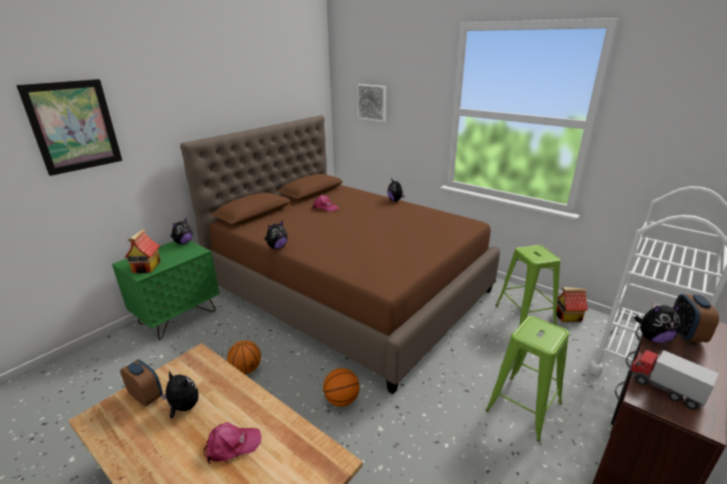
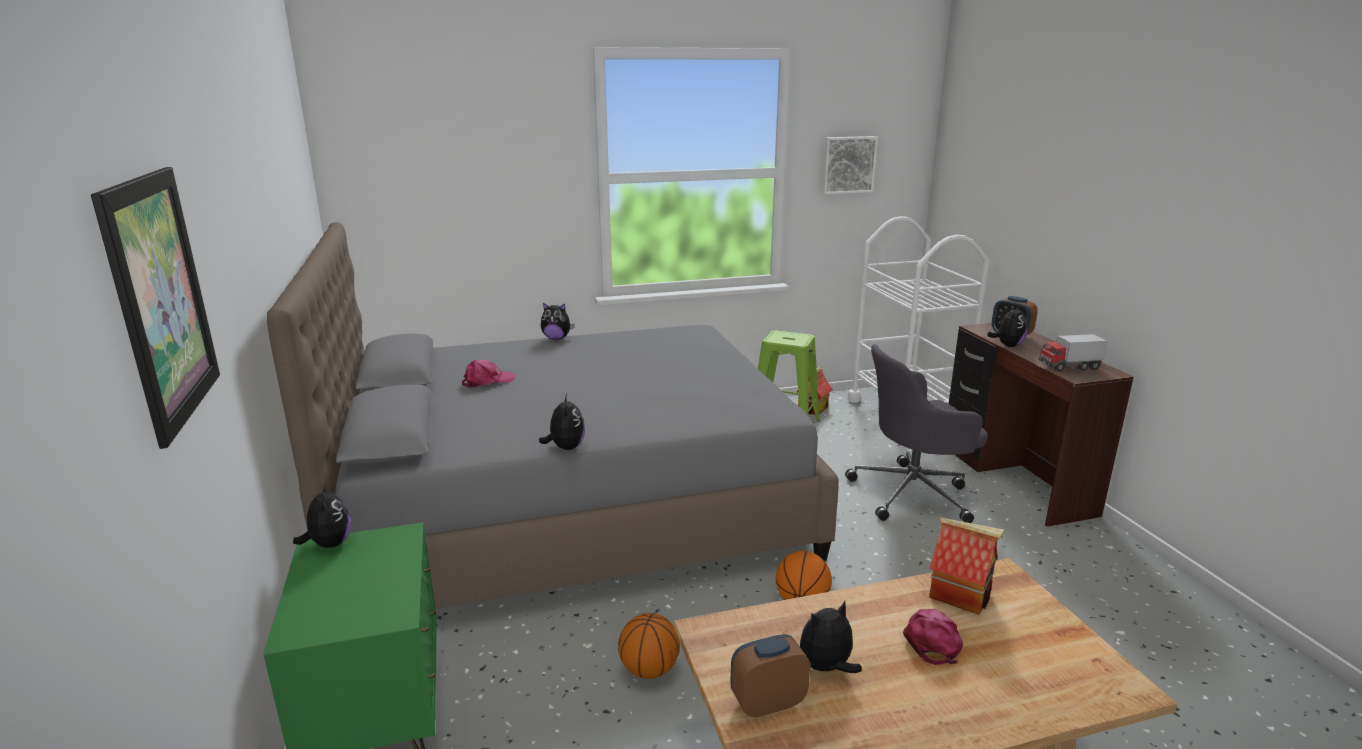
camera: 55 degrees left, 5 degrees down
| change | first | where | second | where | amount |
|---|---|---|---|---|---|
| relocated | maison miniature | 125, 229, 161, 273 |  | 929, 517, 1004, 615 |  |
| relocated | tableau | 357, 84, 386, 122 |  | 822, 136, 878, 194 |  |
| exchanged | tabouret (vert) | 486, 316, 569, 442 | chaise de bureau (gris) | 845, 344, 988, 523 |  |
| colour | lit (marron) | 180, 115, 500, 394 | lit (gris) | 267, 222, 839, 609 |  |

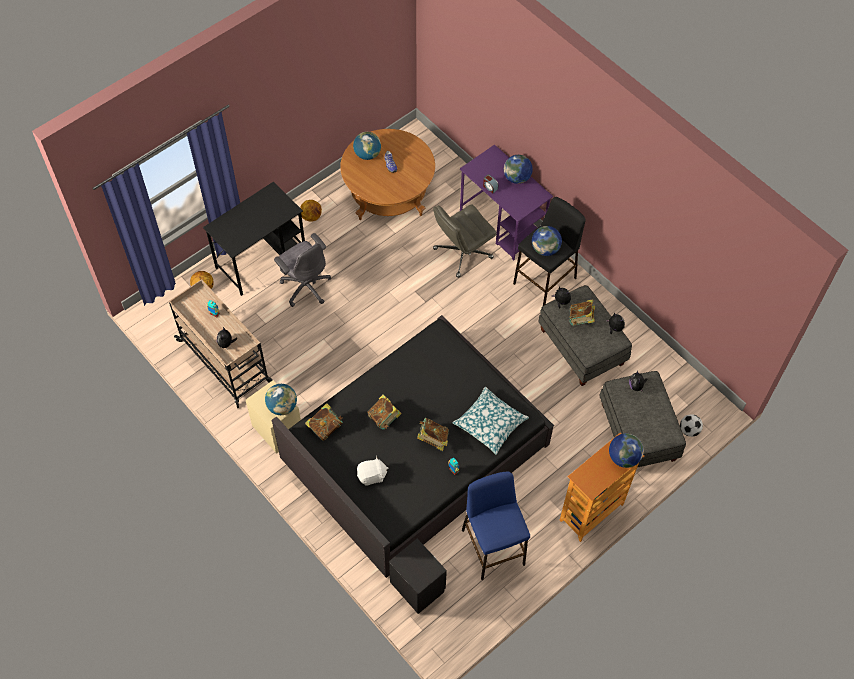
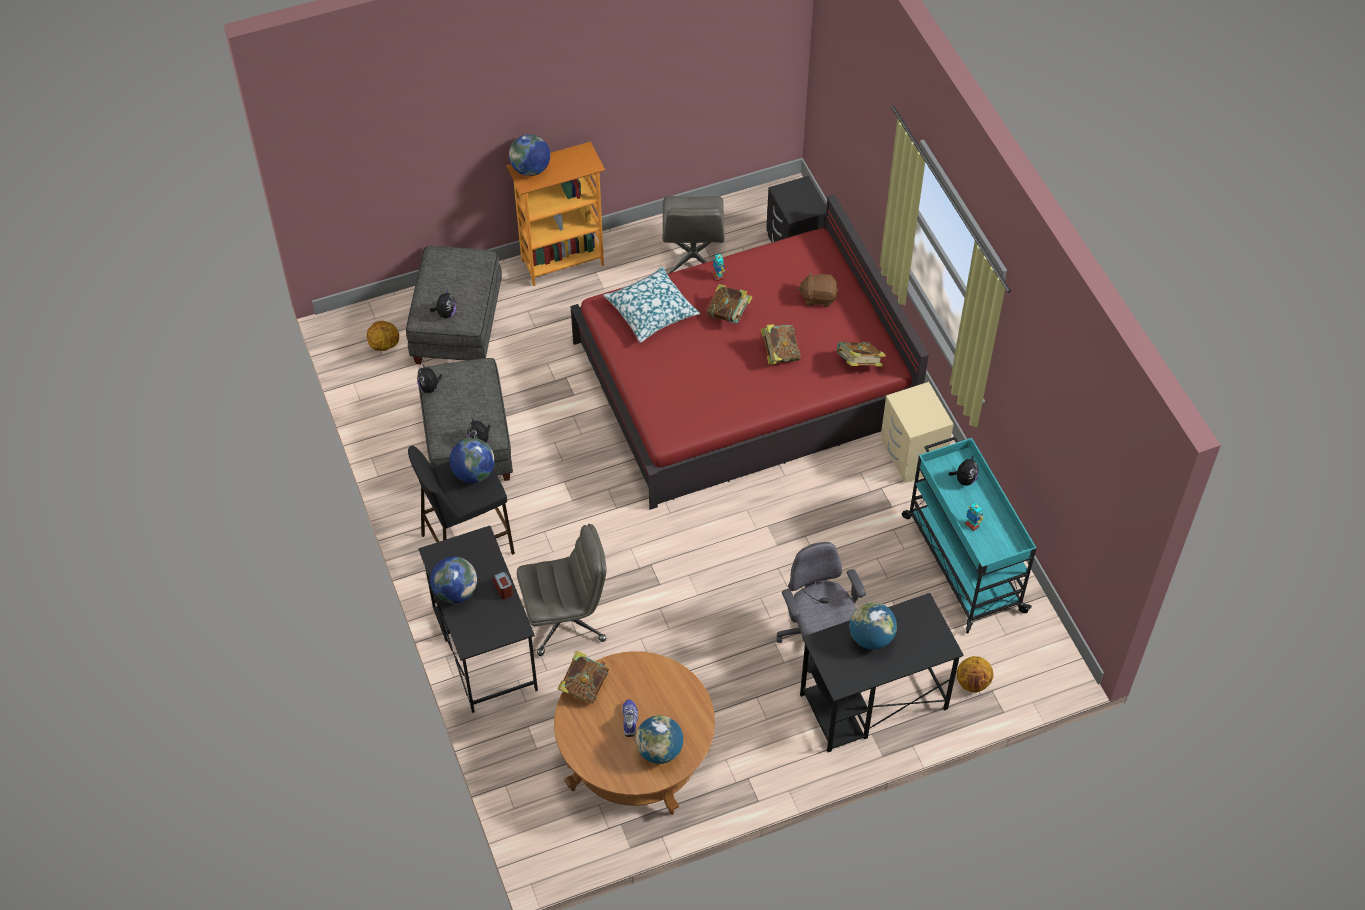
camera: 160 degrees left, 5 degrees down
| change | first | where | second | where | amount |
|---|---|---|---|---|---|
| missing | ballon de foot | 680, 414, 703, 437 |  |  |  |
| relocated | globe | 265, 384, 297, 415 |  | 849, 602, 897, 650 |  |
| relocated | ballon de basket | 300, 200, 322, 222 |  | 367, 321, 399, 351 |  |
| relocated | livre | 569, 299, 595, 326 |  | 557, 651, 609, 704 |  |
| exchanged | tabouret (bleu) | 462, 472, 530, 580 | chaise de bureau (gris) | 662, 196, 725, 274 |  |
| colour | chariot (beige) | 169, 279, 273, 408 | chariot (turquoise) | 902, 437, 1037, 634 |  |
| colour | lit (noir) | 271, 315, 554, 578 | lit (rouge) | 570, 194, 929, 510 |  |
| colour | peluche (blanc) | 357, 456, 388, 486 | peluche (marron) | 798, 271, 839, 307 |  |
| colour | bureau (violet) | 460, 145, 553, 261 | bureau (noir) | 418, 526, 538, 713 |  |

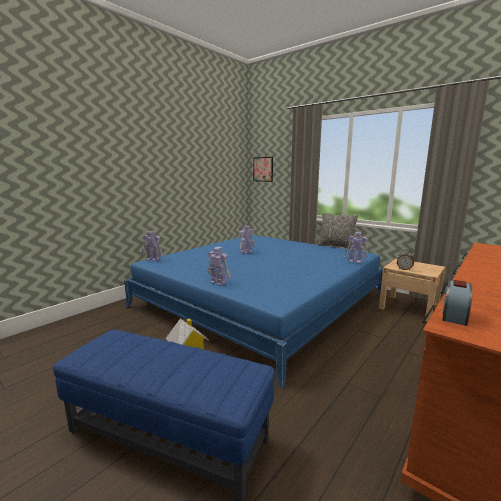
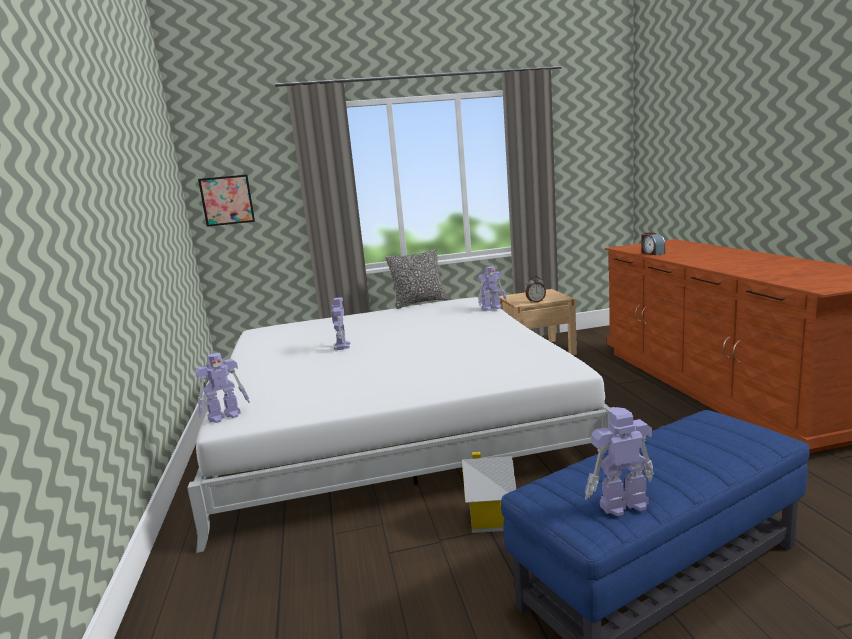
camera: 50 degrees left, 0 degrees up
| change | first | where | second | where | amount |
|---|---|---|---|---|---|
| relocated | robot jouet | 208, 247, 231, 285 |  | 585, 407, 654, 516 |  |
| relocated | réveil | 442, 280, 473, 326 |  | 641, 232, 665, 255 |  |
| colour | lit (bleu) | 124, 235, 383, 388 | lit (blanc) | 187, 297, 615, 553 |  |

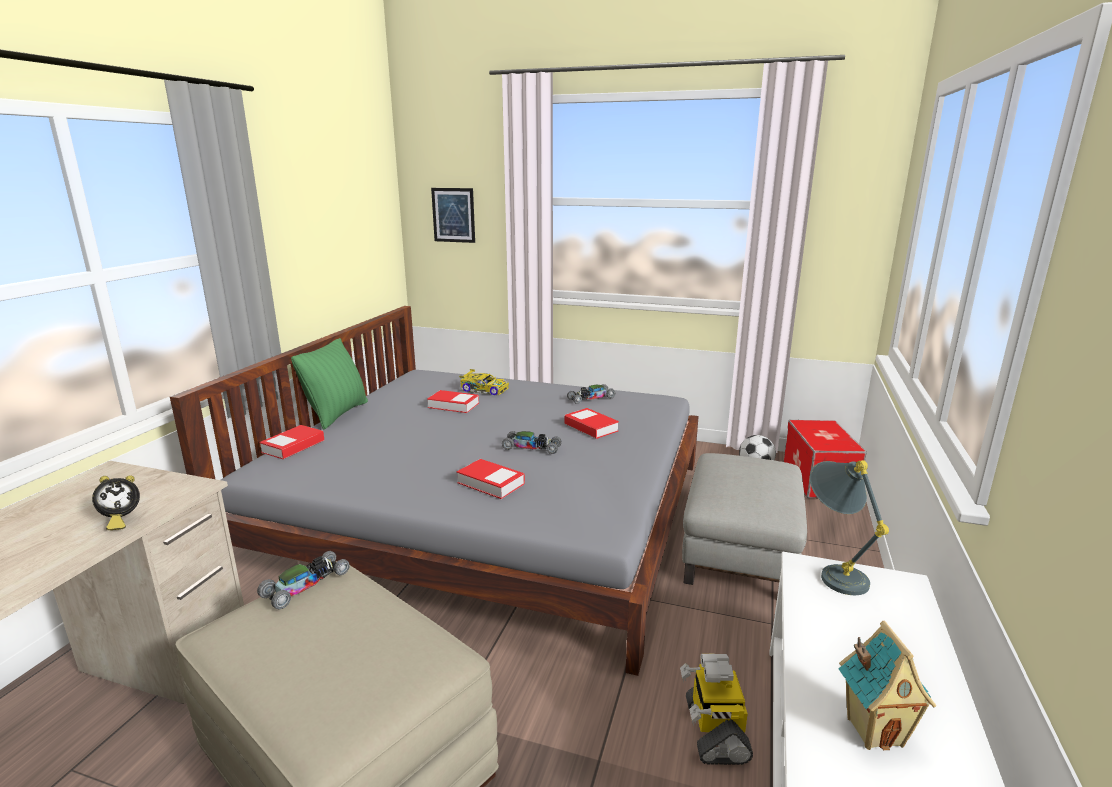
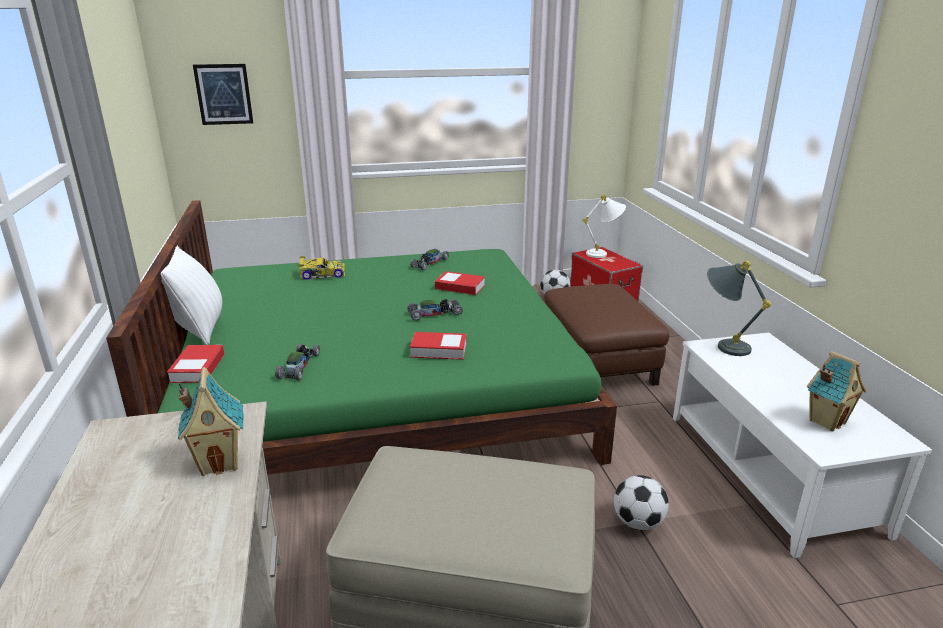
camera: 30 degrees left, 5 degrees up
| change | first | where | second | where | amount |
|---|---|---|---|---|---|
| missing | livre | 427, 390, 479, 413 |  |  |  |
| missing | robot jouet | 680, 654, 753, 765 |  |  |  |
| appeared |  |  | lampe de table (blanc) | 583, 195, 626, 258 |  |
| appeared |  |  | ballon de foot | 614, 475, 669, 530 |  |
| relocated | petite voiture | 257, 551, 350, 609 |  | 275, 344, 320, 381 |  |
| exchanged | réveil | 92, 475, 140, 530 | maison miniature | 178, 367, 244, 476 |  |
| colour | lit (gris) | 170, 306, 699, 676 | lit (vert) | 106, 200, 617, 475 |  |
| colour | coussin (vert) | 291, 338, 368, 430 | coussin (blanc) | 161, 245, 222, 345 |  |
| colour | pouf (gris) | 682, 453, 807, 585 | pouf (marron) | 544, 284, 669, 386 |  |

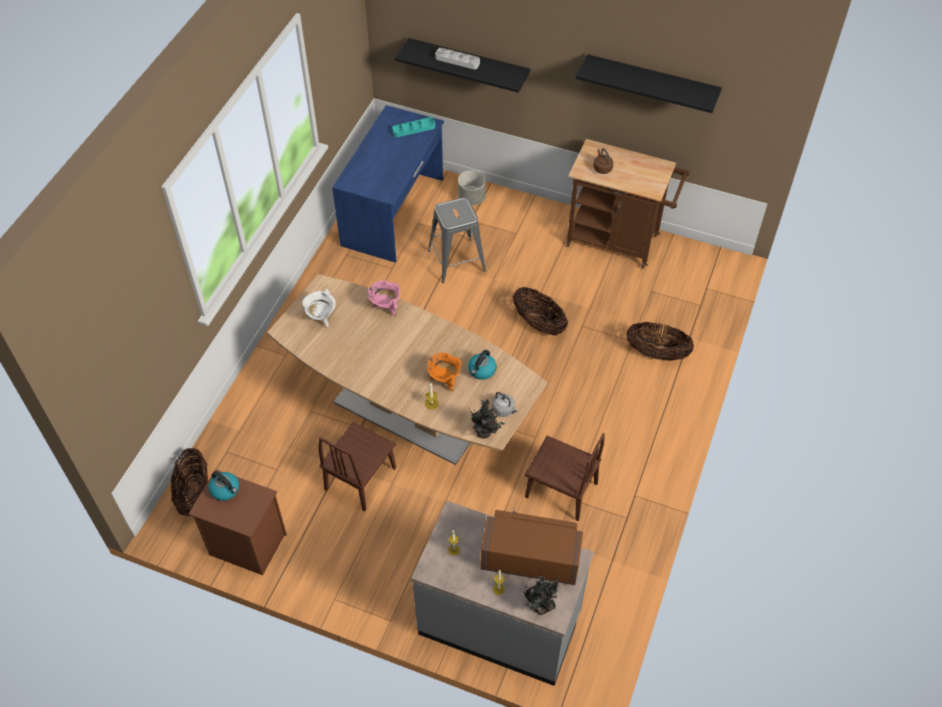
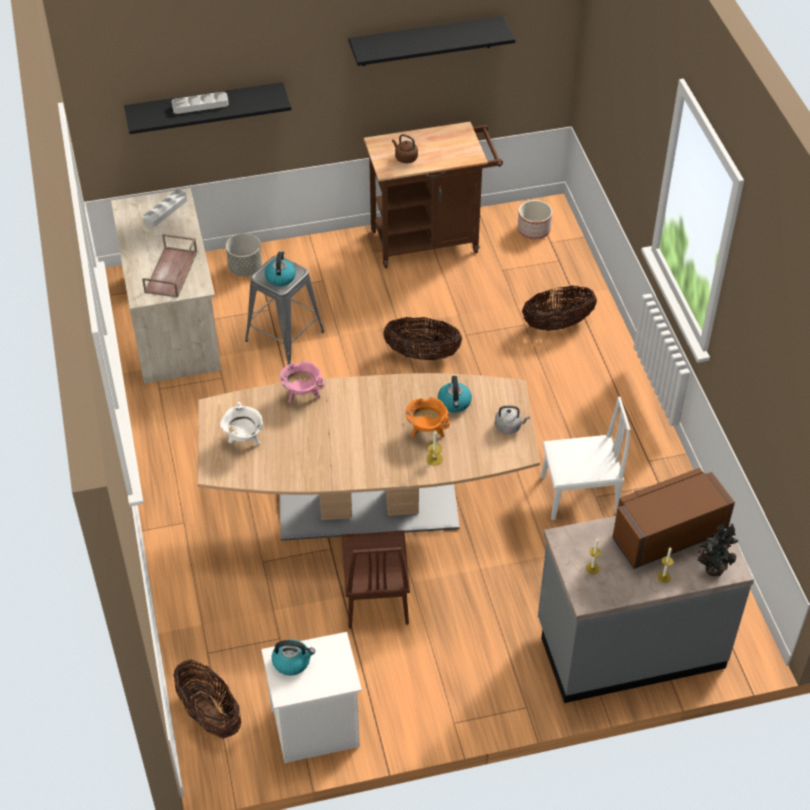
camera: 35 degrees left, 5 degrees down
| change | first | where | second | where | amount |
|---|---|---|---|---|---|
| missing | plante en pot | 470, 399, 506, 439 |  |  |  |
| appeared |  |  | plateau (marron) | 142, 234, 197, 298 |  |
| appeared |  |  | bouilloire | 265, 251, 296, 286 |  |
| appeared |  |  | cache-pot | 518, 200, 552, 239 |  |
| colour | table de chevet (marron) | 189, 469, 287, 575 | table de chevet (blanc) | 261, 632, 362, 763 |  |
| colour | bureau (bleu) | 332, 105, 444, 263 | bureau (beige) | 111, 188, 221, 384 |  |
| colour | plateau (turquoise) | 392, 117, 435, 137 | plateau (gris) | 143, 189, 188, 227 |  |
| colour | chaise (marron) | 525, 433, 605, 521 | chaise (blanc) | 541, 397, 630, 520 |  |

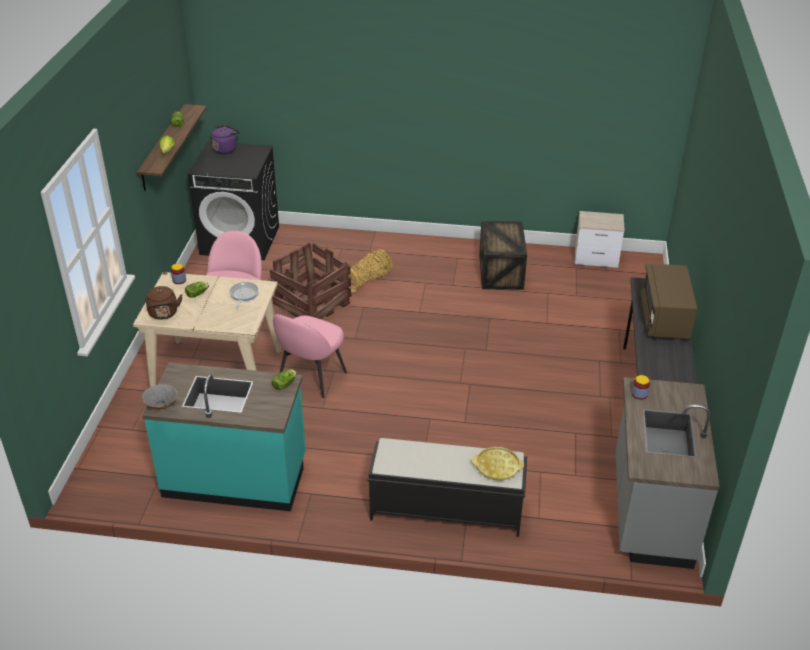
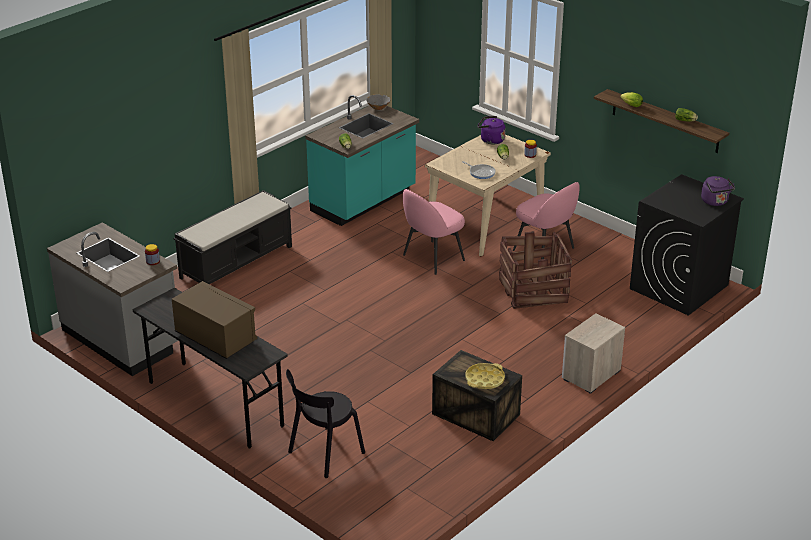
camera: 125 degrees right, 5 degrees down
| change | first | where | second | where | amount |
|---|---|---|---|---|---|
| missing | panier | 348, 250, 392, 293 |  |  |  |
| appeared |  |  | chaise (noir) | 286, 369, 365, 478 |  |
| relocated | plateau (jaune) | 472, 447, 524, 481 |  | 465, 363, 505, 389 |  |
| relocated | table de chevet | 575, 211, 625, 268 |  | 562, 313, 625, 394 |  |
| colour | bouilloire (marron) | 146, 286, 182, 320 | bouilloire (violet) | 478, 116, 506, 145 |  |
| spun | chaise (rose) | 273, 314, 347, 398 |  | 403, 189, 465, 275 | 105 degrees counterclockwise |

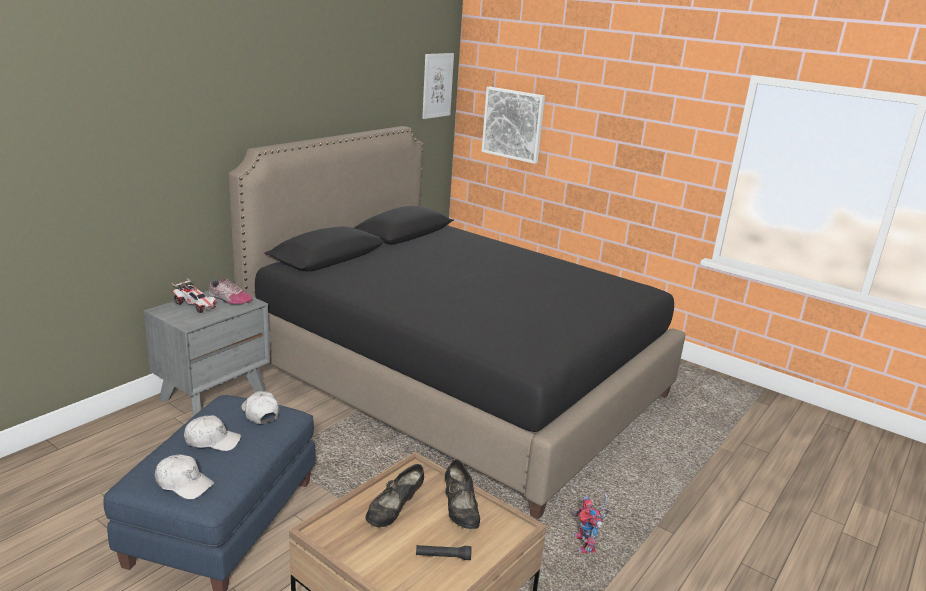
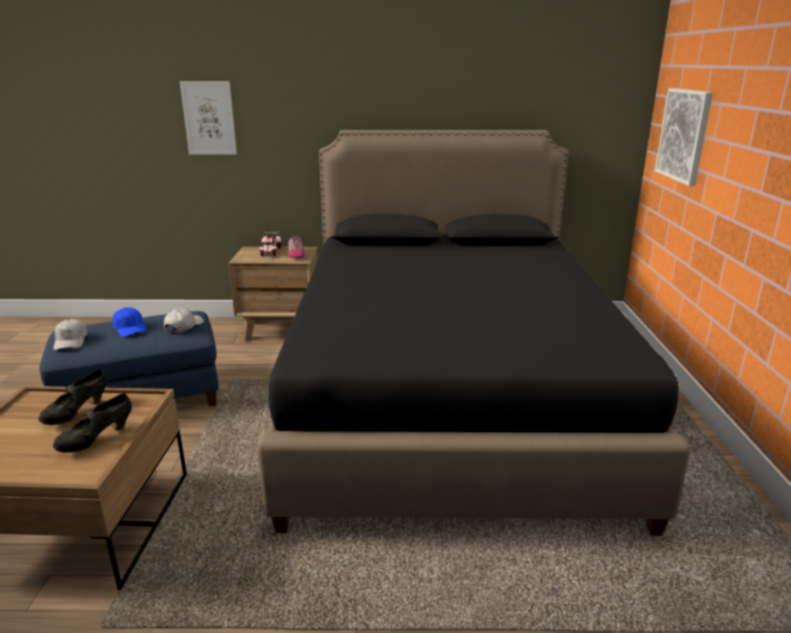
camera: 55 degrees right, 0 degrees up
| change | first | where | second | where | amount |
|---|---|---|---|---|---|
| missing | lampe de poche (noir) | 416, 545, 472, 560 |  |  |  |
| missing | robot jouet | 573, 490, 610, 553 |  |  |  |
| relocated | tableau | 422, 53, 454, 119 |  | 180, 81, 237, 155 |  |
| colour | table de chevet (gris) | 144, 290, 270, 416 | table de chevet (marron) | 229, 246, 318, 342 |  |
| colour | casquette (blanc) | 184, 415, 241, 451 | casquette (bleu) | 113, 307, 147, 337 |  |
| spun | chaussure (noir) | 365, 464, 424, 527 |  | 39, 369, 107, 425 | 60 degrees counterclockwise |

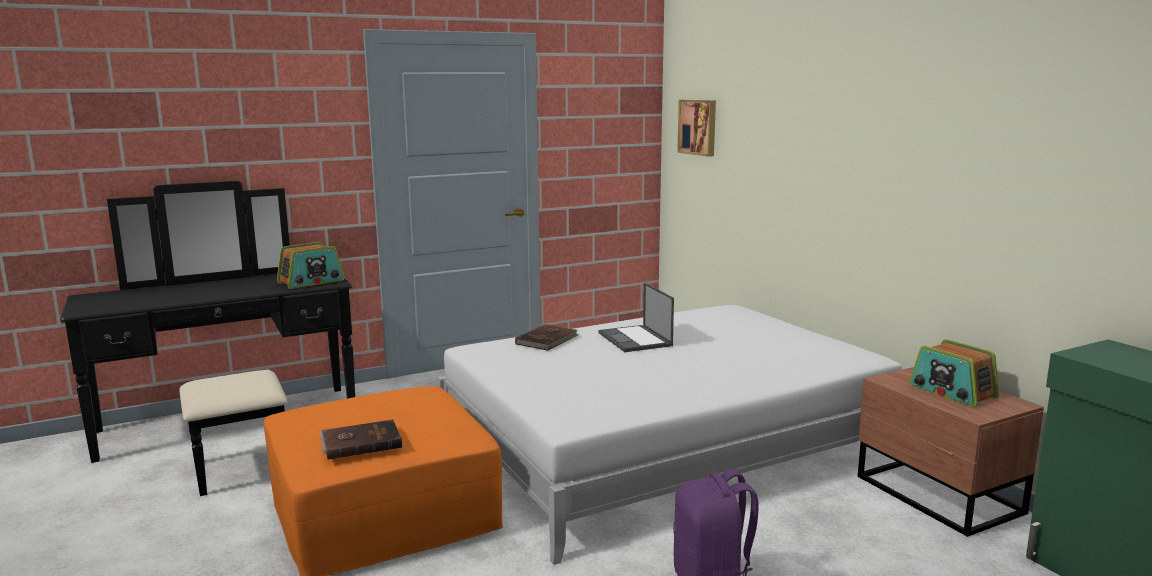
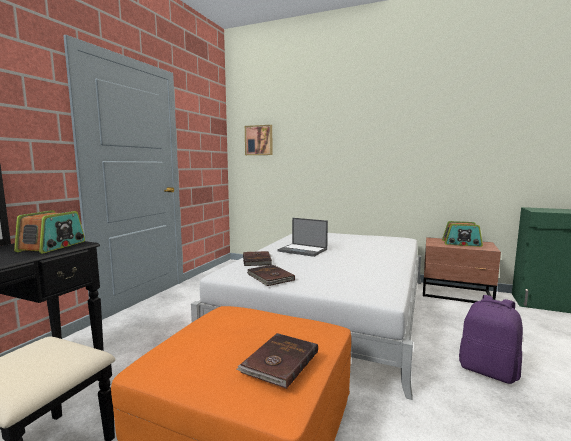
camera: 40 degrees left, 5 degrees down
| change | first | where | second | where | amount |
|---|---|---|---|---|---|
| appeared |  |  | livre (marron) | 247, 265, 295, 286 |  |

